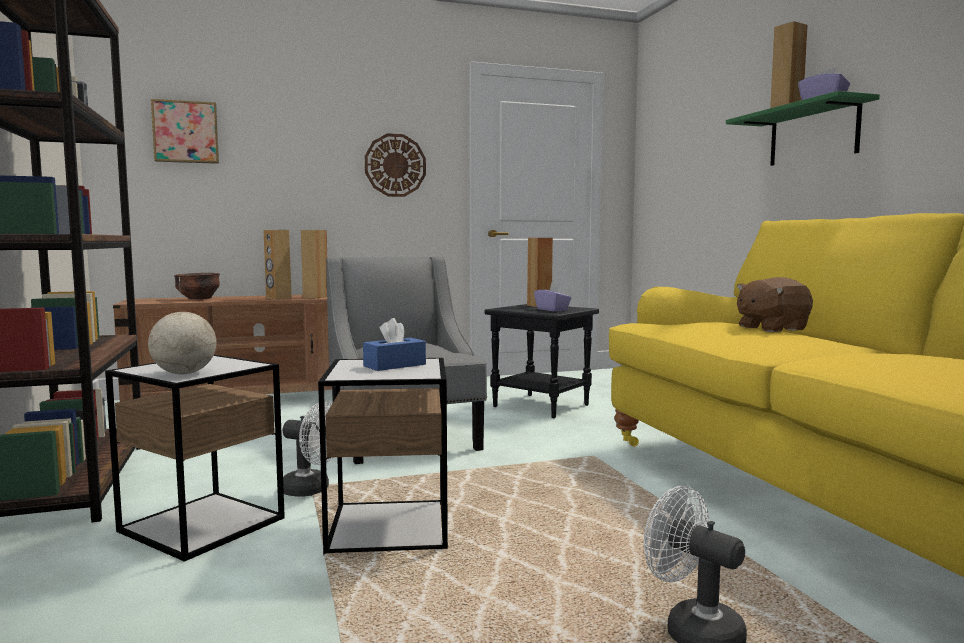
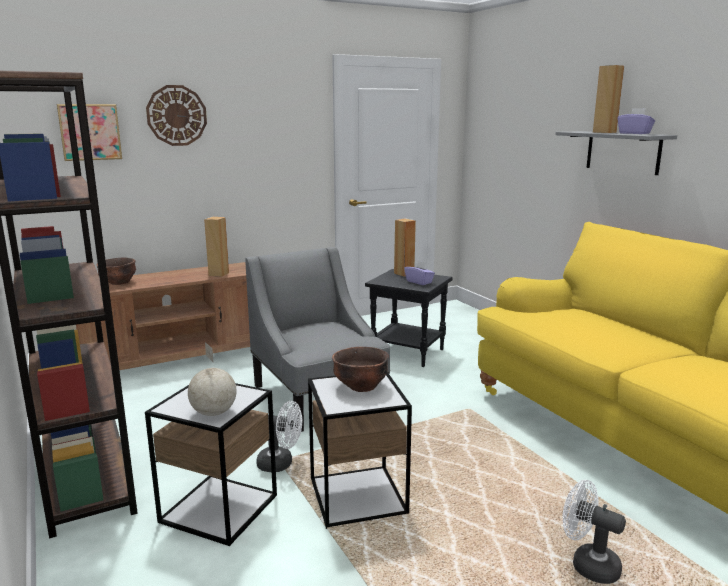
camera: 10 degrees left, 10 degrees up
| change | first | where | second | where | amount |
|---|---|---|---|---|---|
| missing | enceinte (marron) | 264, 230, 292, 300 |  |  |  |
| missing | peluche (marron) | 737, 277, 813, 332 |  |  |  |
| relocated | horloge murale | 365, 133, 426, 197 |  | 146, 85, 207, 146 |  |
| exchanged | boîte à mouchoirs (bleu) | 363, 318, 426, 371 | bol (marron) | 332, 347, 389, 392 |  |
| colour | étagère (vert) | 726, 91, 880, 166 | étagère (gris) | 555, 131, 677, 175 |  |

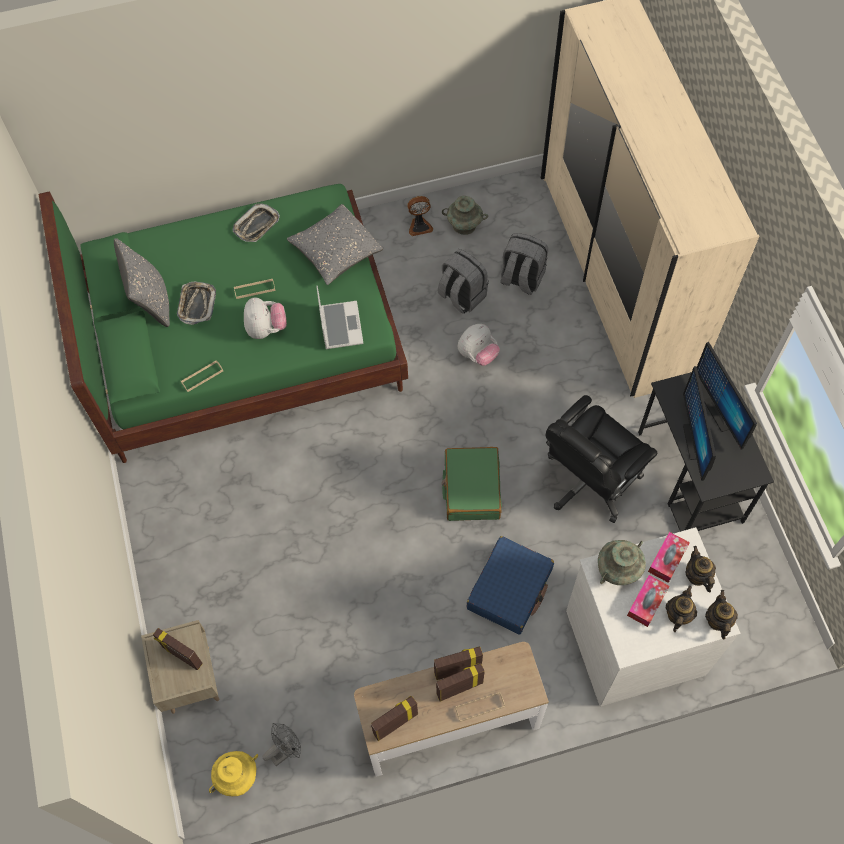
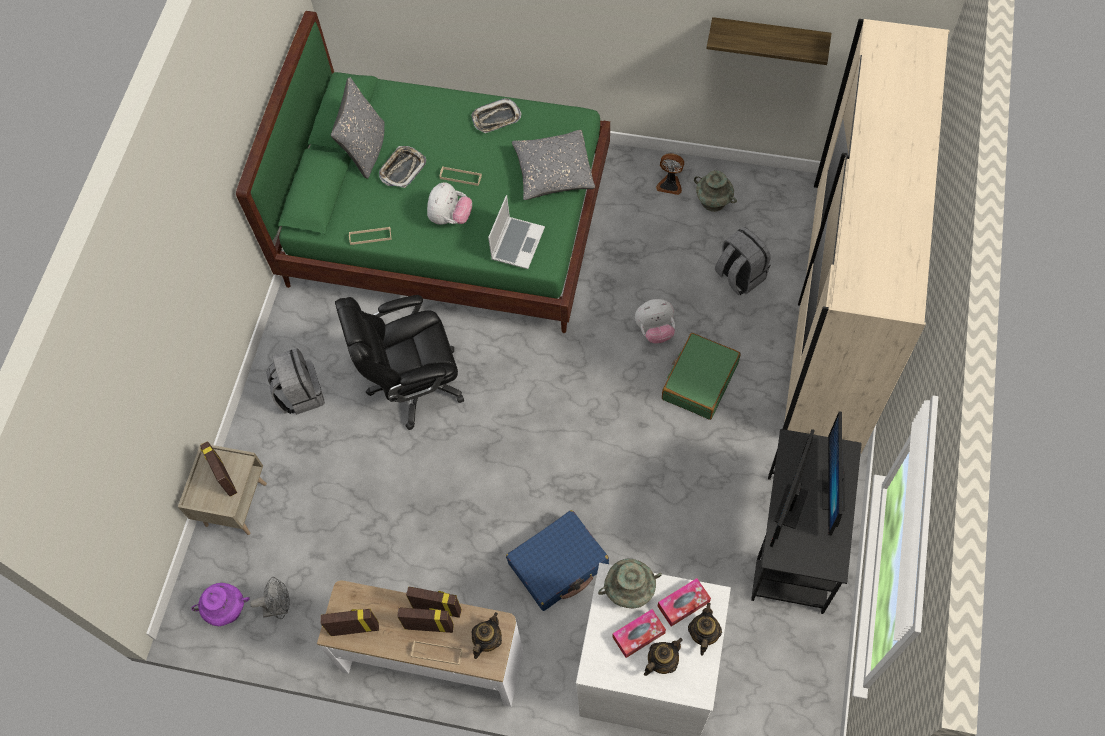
camera: 30 degrees right, 0 degrees up
| change | first | where | second | where | amount |
|---|---|---|---|---|---|
| appeared |  |  | étagère | 706, 17, 832, 65 |  |
| relocated | sac à dos (gris) | 438, 249, 489, 314 |  | 266, 348, 325, 415 |  |
| relocated | valise (vert) | 442, 447, 502, 521 |  | 662, 333, 741, 420 |  |
| relocated | chaise de bureau (noir) | 546, 395, 657, 523 |  | 335, 295, 464, 430 |  |
| relocated | théière | 705, 590, 738, 640 |  | 471, 612, 502, 659 |  |
| colour | vase (jaune) | 209, 751, 258, 796 | vase (violet) | 192, 583, 250, 626 |  |

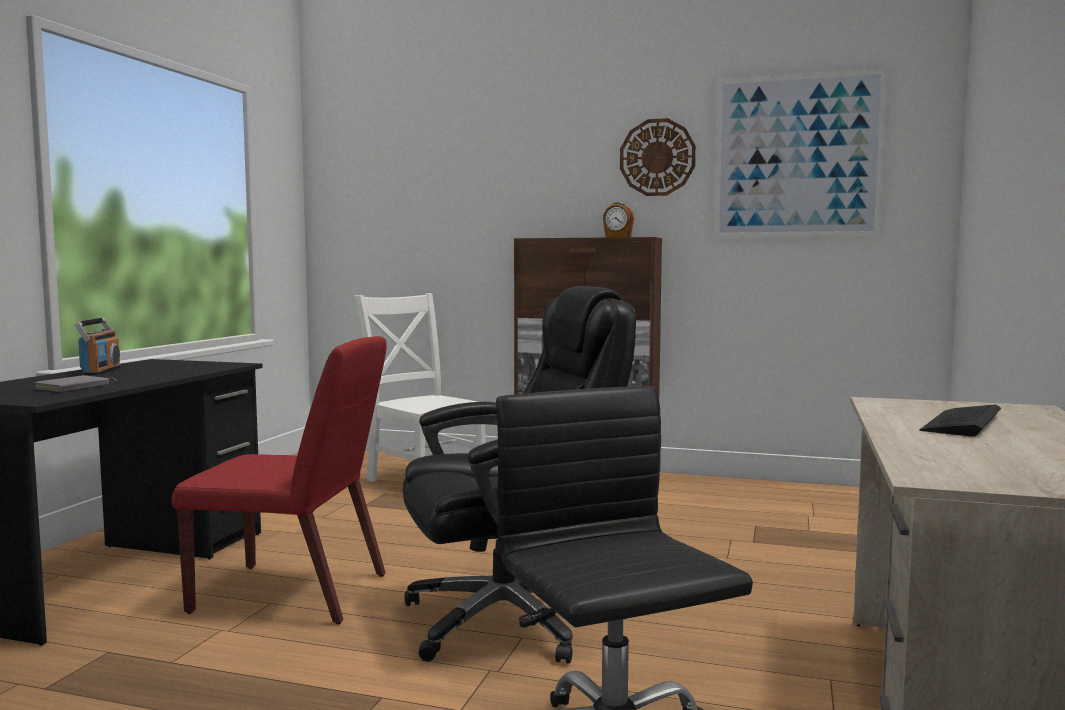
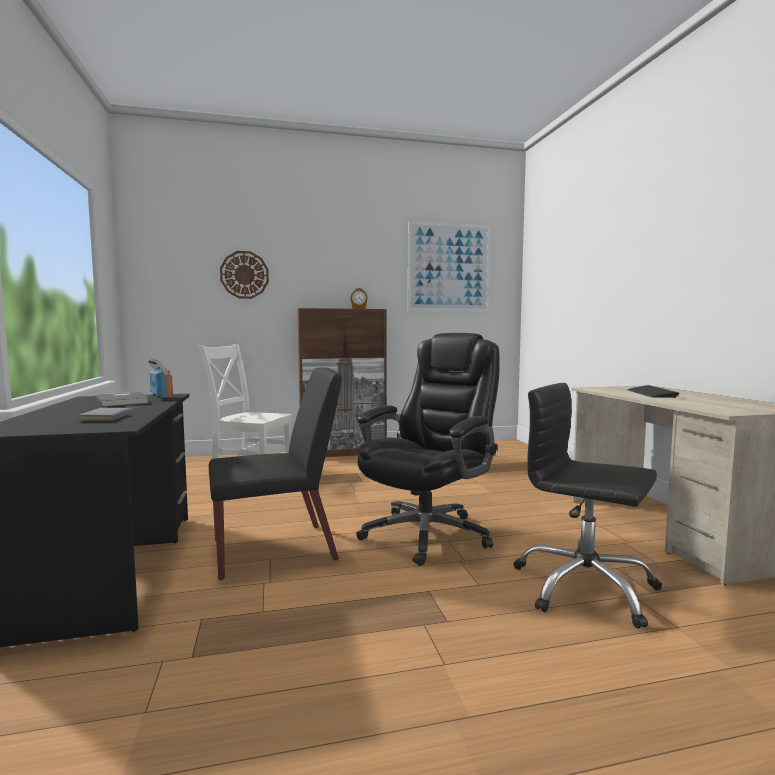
camera: 30 degrees left, 0 degrees up
| change | first | where | second | where | amount |
|---|---|---|---|---|---|
| appeared |  |  | livre (gris) | 95, 392, 149, 407 |  |
| relocated | radio | 74, 318, 121, 375 |  | 148, 359, 174, 400 |  |
| relocated | horloge murale | 620, 118, 696, 196 |  | 220, 251, 269, 299 |  |
| colour | chaise (rouge) | 172, 336, 387, 624 | chaise (noir) | 209, 367, 341, 580 |  |

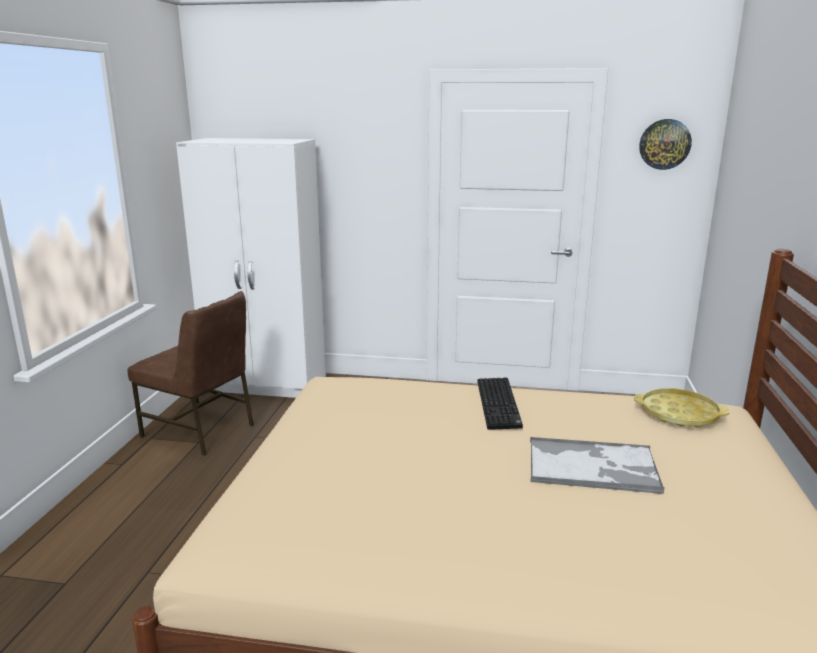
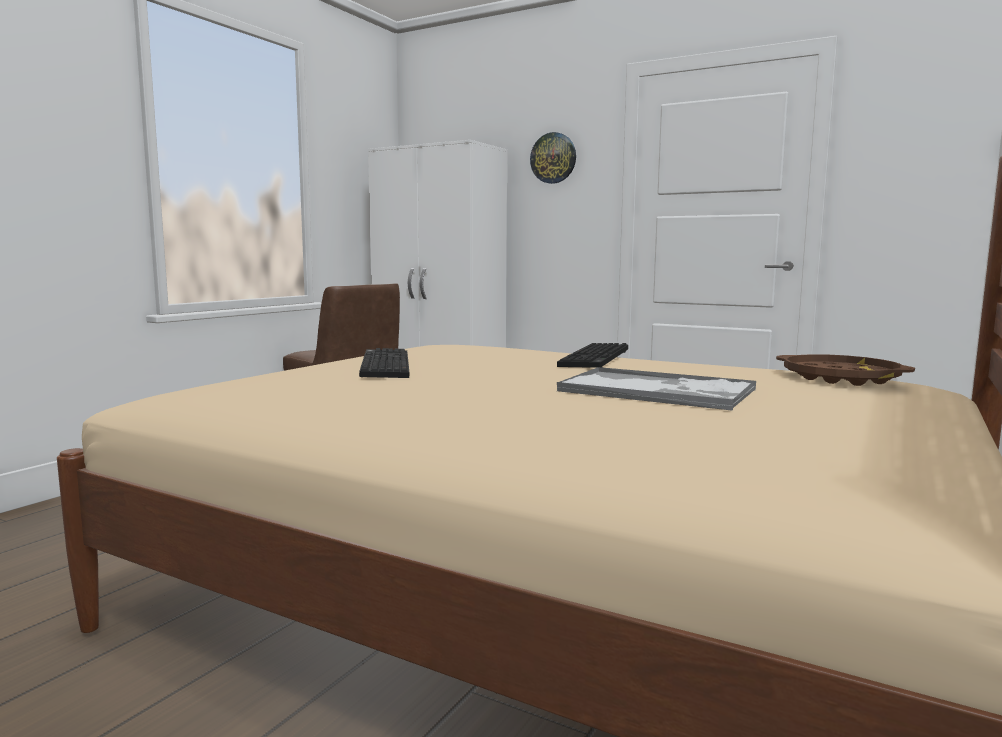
camera: 20 degrees right, 10 degrees down
| change | first | where | second | where | amount |
|---|---|---|---|---|---|
| appeared |  |  | clavier | 359, 348, 409, 378 |  |
| relocated | horloge murale | 639, 119, 692, 170 |  | 530, 132, 576, 184 |  |
| colour | plateau (jaune) | 634, 388, 730, 428 | plateau (marron) | 776, 354, 915, 386 |  |

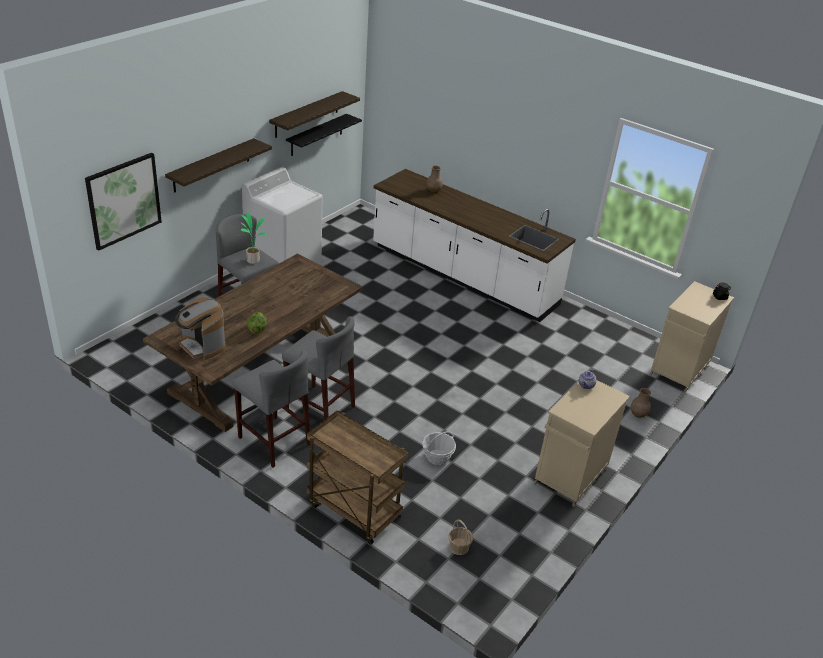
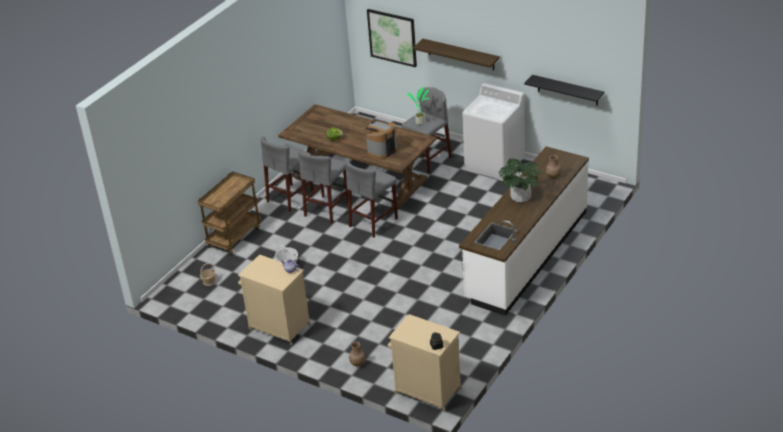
camera: 90 degrees right, 0 degrees up
| change | first | where | second | where | amount |
|---|---|---|---|---|---|
| missing | étagère | 269, 91, 360, 138 |  |  |  |
| appeared |  |  | tabouret (gris) | 345, 160, 398, 238 |  |
| appeared |  |  | plante en pot | 499, 158, 542, 203 |  |
| relocated | machine à café | 175, 297, 226, 360 |  | 365, 121, 398, 159 |  |

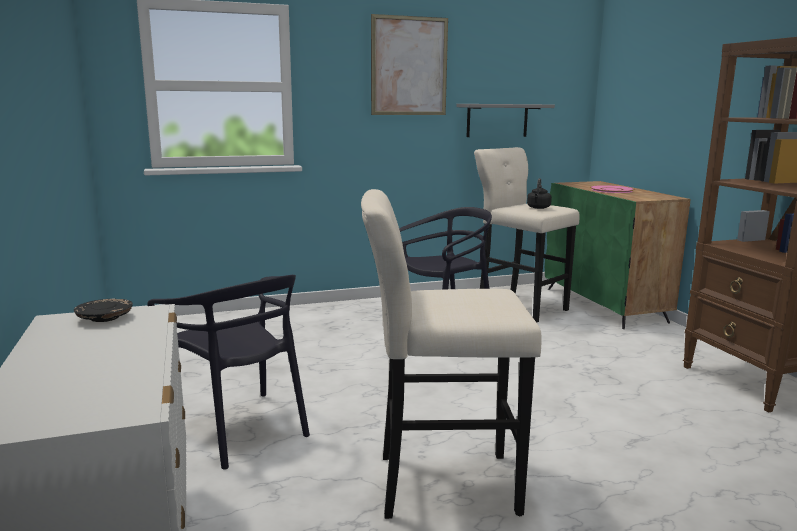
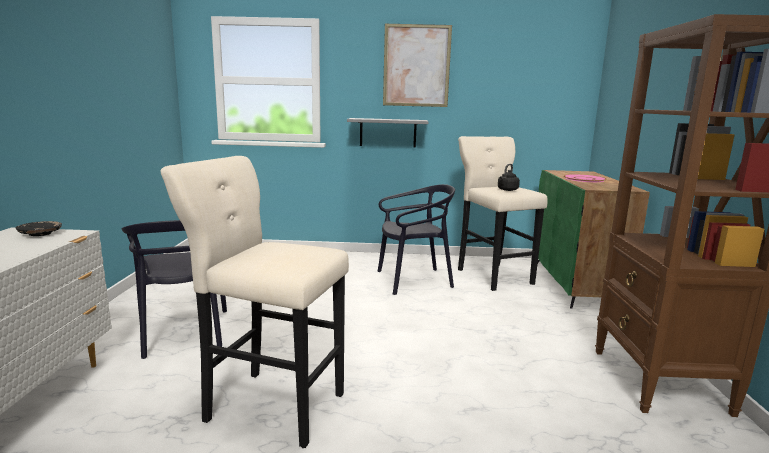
camera: 20 degrees right, 0 degrees up
| change | first | where | second | where | amount |
|---|---|---|---|---|---|
| relocated | étagère (gris) | 456, 104, 555, 137 |  | 347, 118, 428, 148 |  |

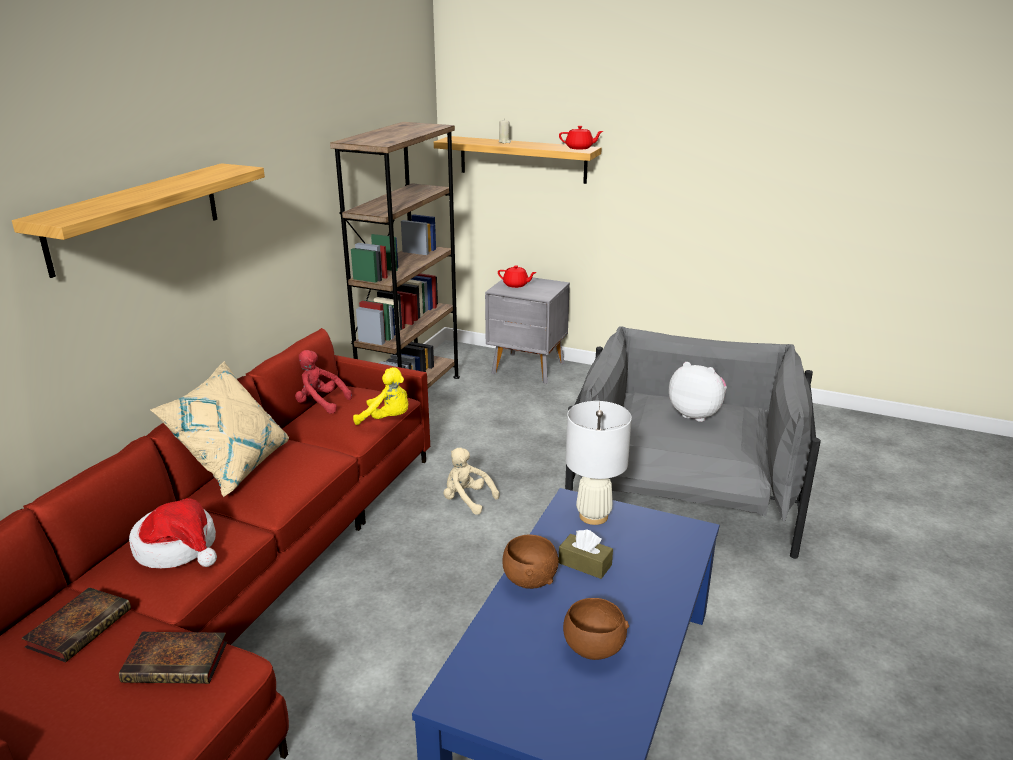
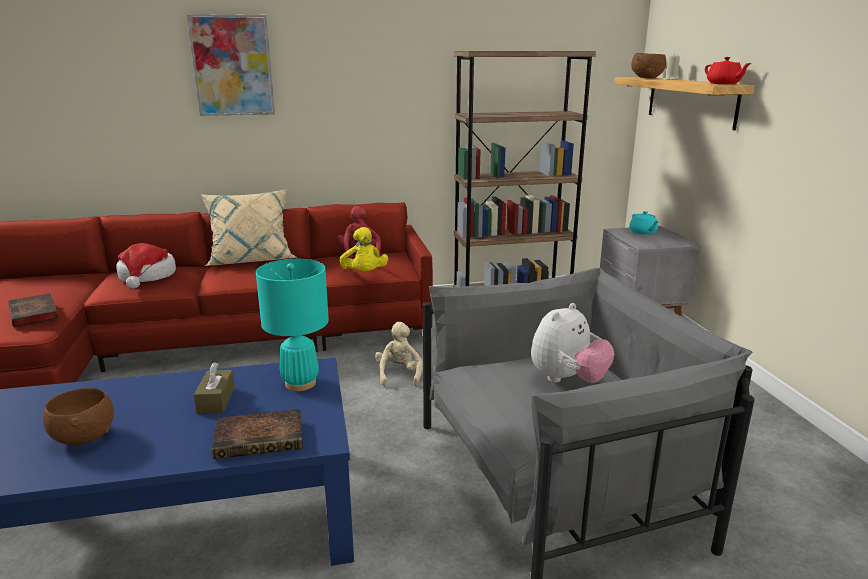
camera: 55 degrees right, 5 degrees down
| change | first | where | second | where | amount |
|---|---|---|---|---|---|
| relocated | livre | 22, 587, 131, 663 |  | 212, 409, 303, 459 |  |
| relocated | bol (marron) | 502, 535, 559, 589 |  | 631, 53, 666, 78 |  |
| exchanged | étagère | 12, 163, 265, 278 | tableau | 187, 14, 275, 116 |  |
| colour | théière (rouge) | 498, 265, 537, 288 | théière (turquoise) | 629, 211, 659, 235 |  |
| colour | lampe de table (blanc) | 566, 401, 632, 525 | lampe de table (turquoise) | 256, 259, 329, 391 |  |
| spun | peluche | 669, 362, 727, 422 |  | 531, 303, 614, 383 | 45 degrees clockwise |

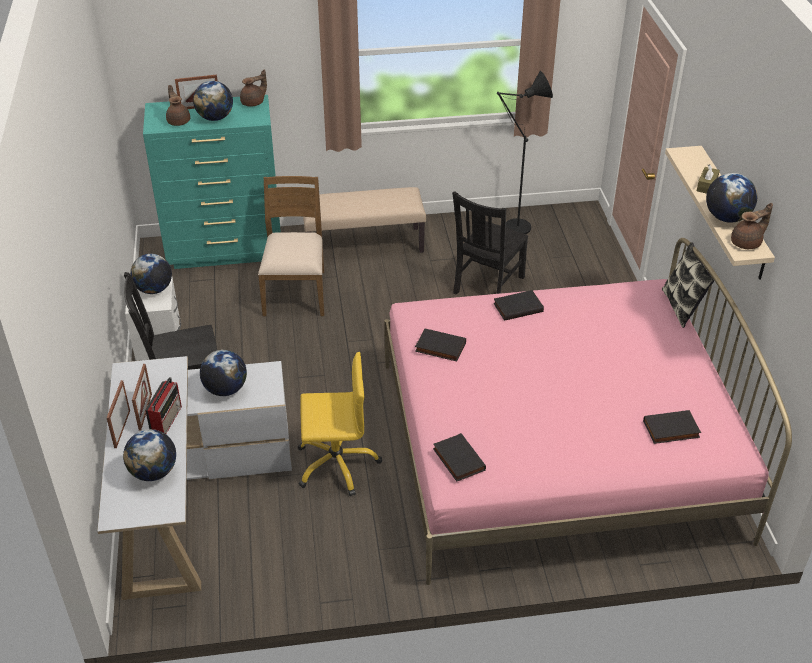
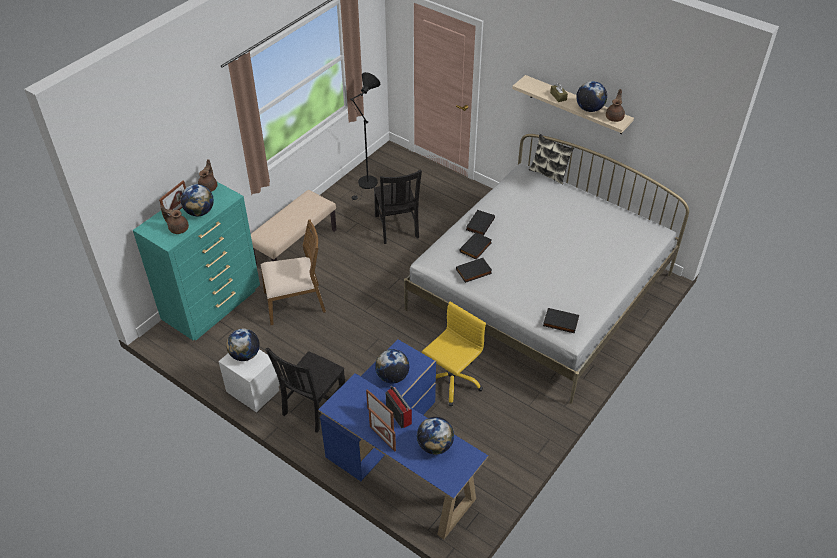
camera: 45 degrees left, 5 degrees up
| change | first | where | second | where | amount |
|---|---|---|---|---|---|
| relocated | livre (noir) | 643, 410, 701, 444 |  | 459, 232, 492, 260 |  |
| colour | bureau (blanc) | 97, 356, 292, 600 | bureau (bleu) | 318, 340, 488, 539 |  |
| colour | lit (rose) | 384, 238, 792, 585 | lit (blanc) | 404, 134, 689, 404 |  |
| spun | chaise (marron) | 258, 176, 324, 316 |  | 261, 220, 326, 325 | 120 degrees clockwise |

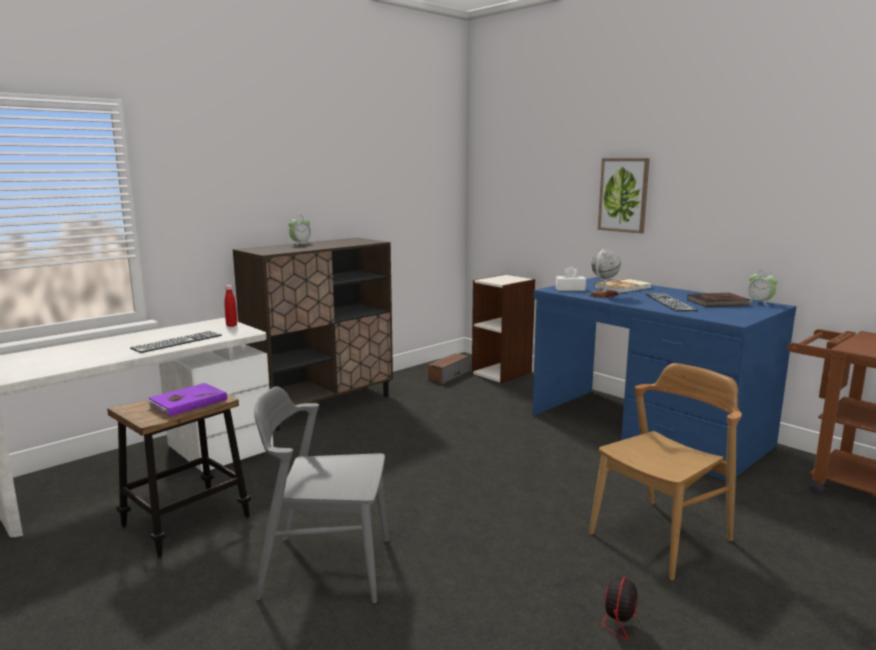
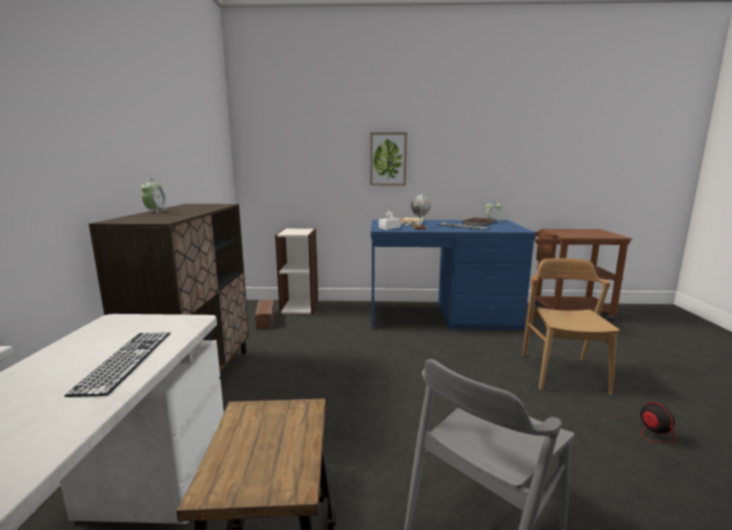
camera: 45 degrees left, 0 degrees up
| change | first | where | second | where | amount |
|---|---|---|---|---|---|
| missing | livre (violet) | 146, 383, 227, 417 |  |  |  |
| missing | bouteille (rouge) | 224, 285, 237, 327 |  |  |  |

